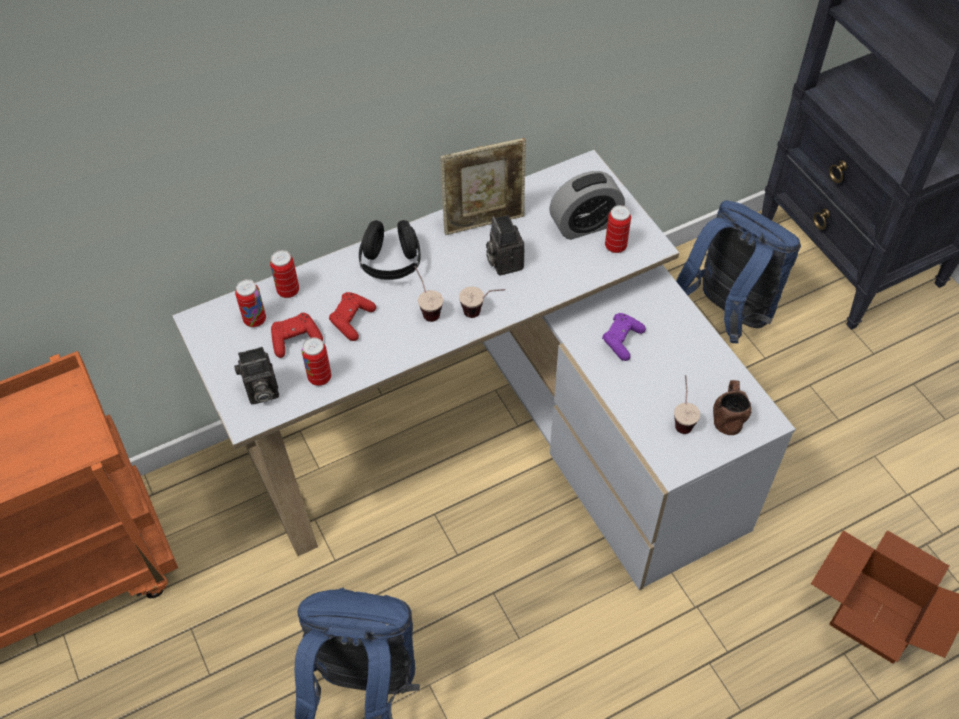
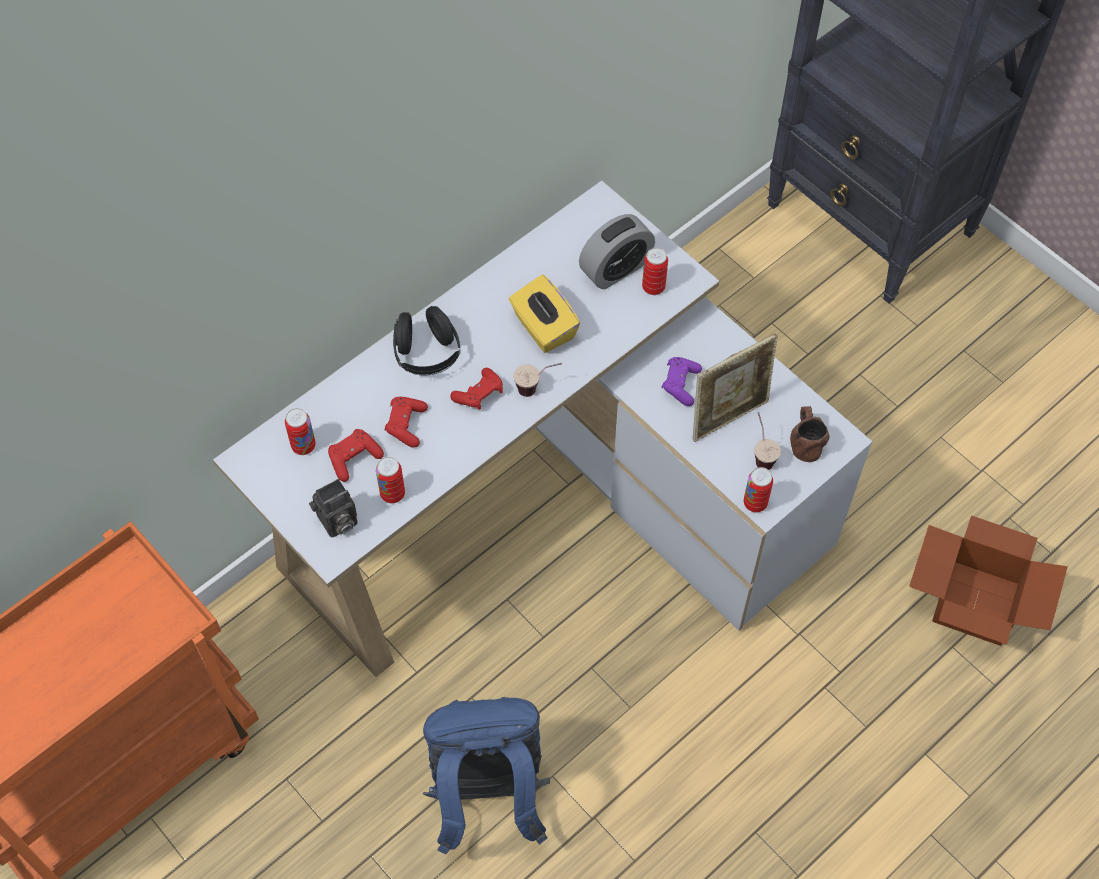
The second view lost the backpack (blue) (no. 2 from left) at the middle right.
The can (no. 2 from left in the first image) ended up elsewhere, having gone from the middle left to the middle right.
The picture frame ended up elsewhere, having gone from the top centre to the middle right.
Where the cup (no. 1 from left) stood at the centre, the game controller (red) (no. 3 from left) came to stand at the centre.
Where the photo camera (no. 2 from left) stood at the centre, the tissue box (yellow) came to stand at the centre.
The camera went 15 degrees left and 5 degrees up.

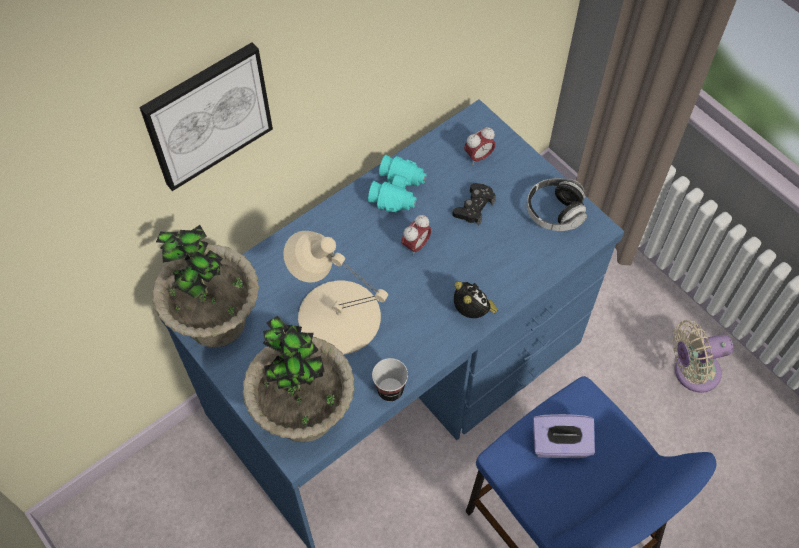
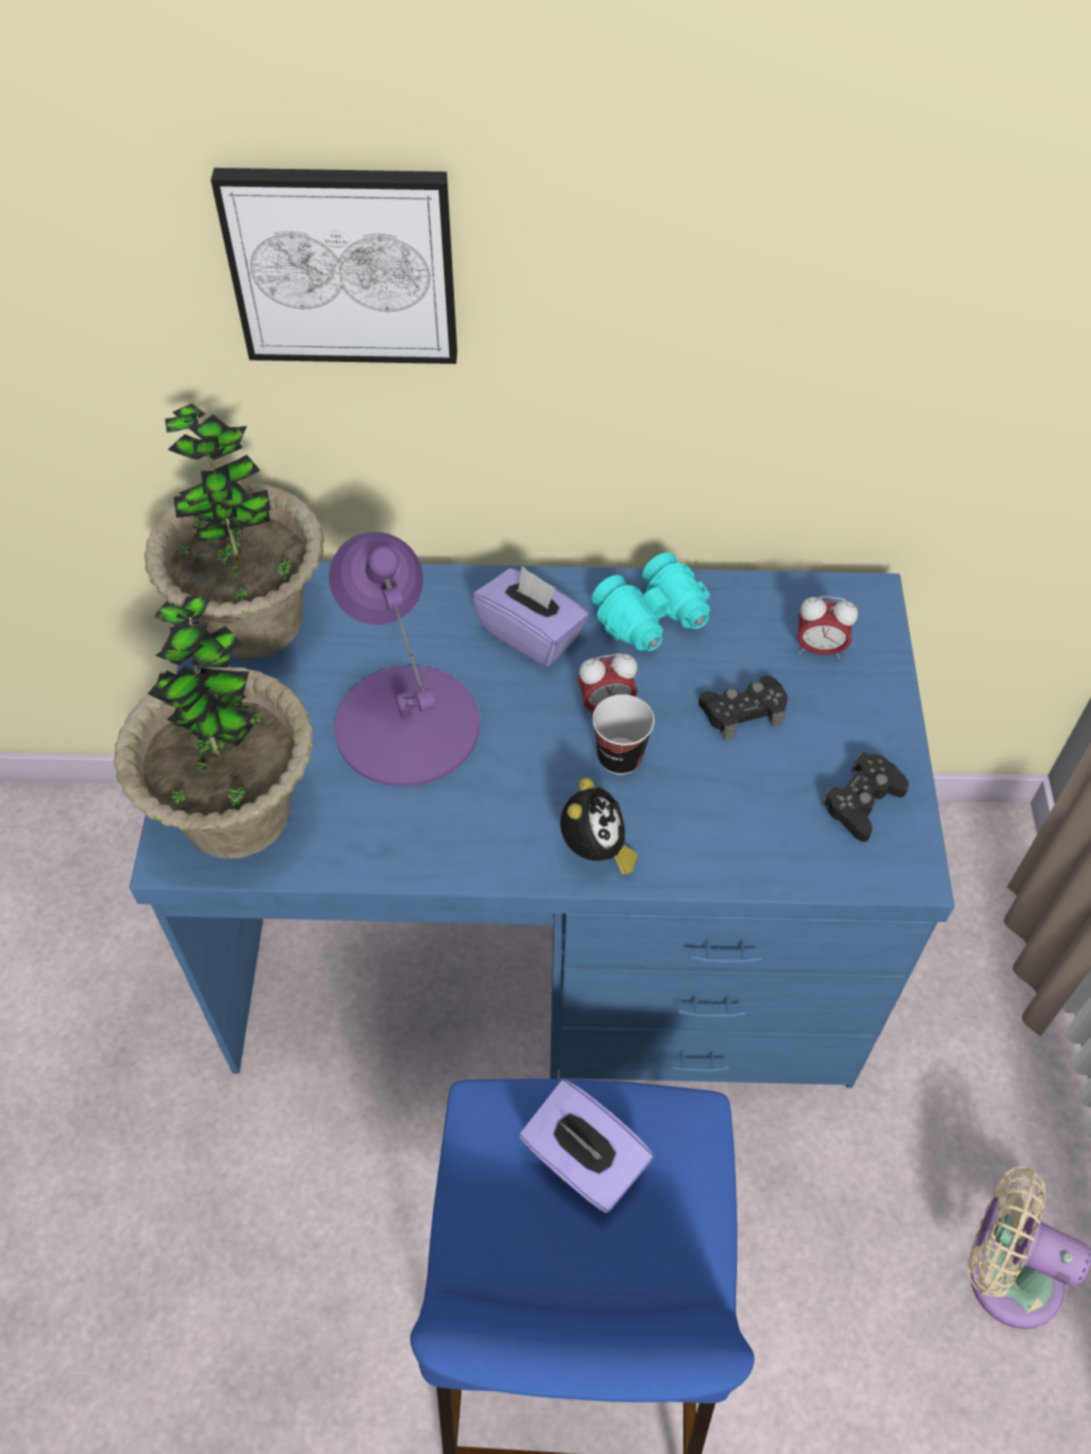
The second view gained the tissue box (purple) (no. 1 from left) at the centre.
The cup ended up elsewhere, having gone from the bottom centre to the centre.
Where the headphones stood at the middle right, the game controller (black) (no. 2 from left) came to stand at the middle right.
What was the table lamp (beige) at the centre turned into the table lamp (purple) at the centre.
The camera went 40 degrees right and 5 degrees down.

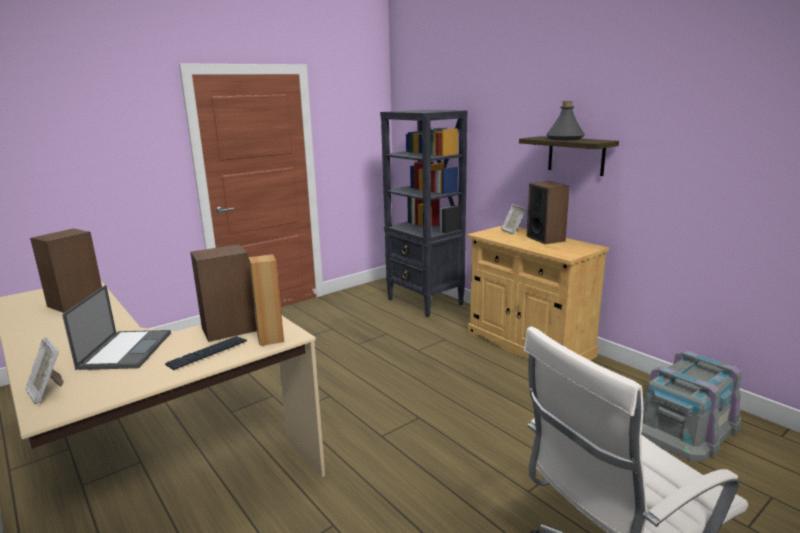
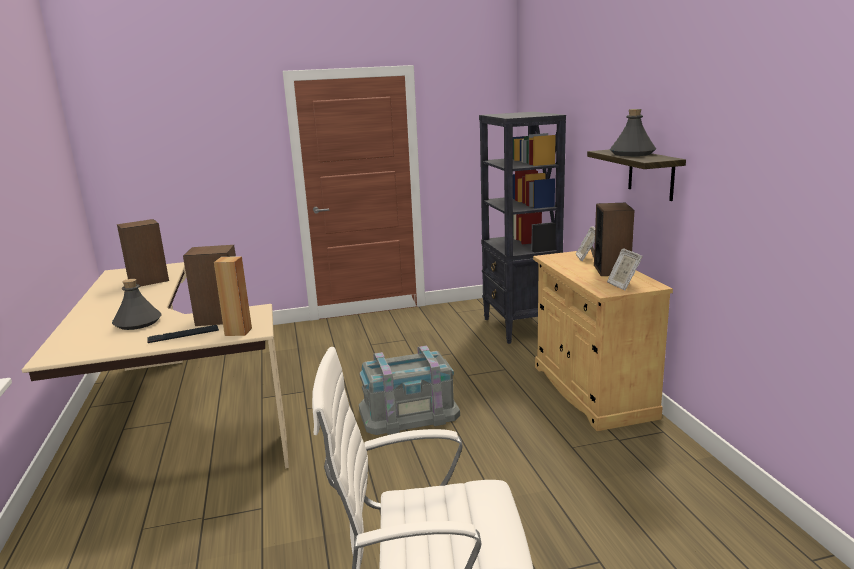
The picture frame (no. 1 from left in the first image) ended up elsewhere, having gone from the bottom left to the middle right.
The storage box (grey) ended up elsewhere, having gone from the bottom right to the bottom centre.
Where the laptop stood at the middle left, the bottle (grey) (no. 1 from left) came to stand at the middle left.
The camera went 25 degrees right and 0 degrees up.

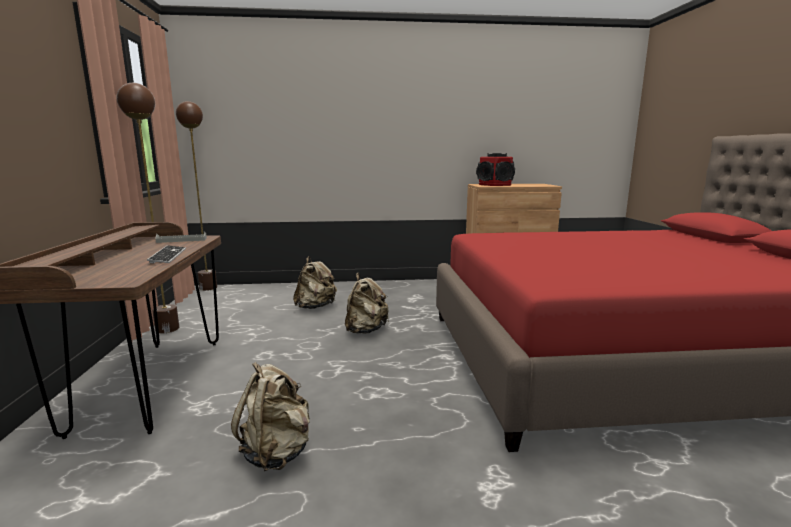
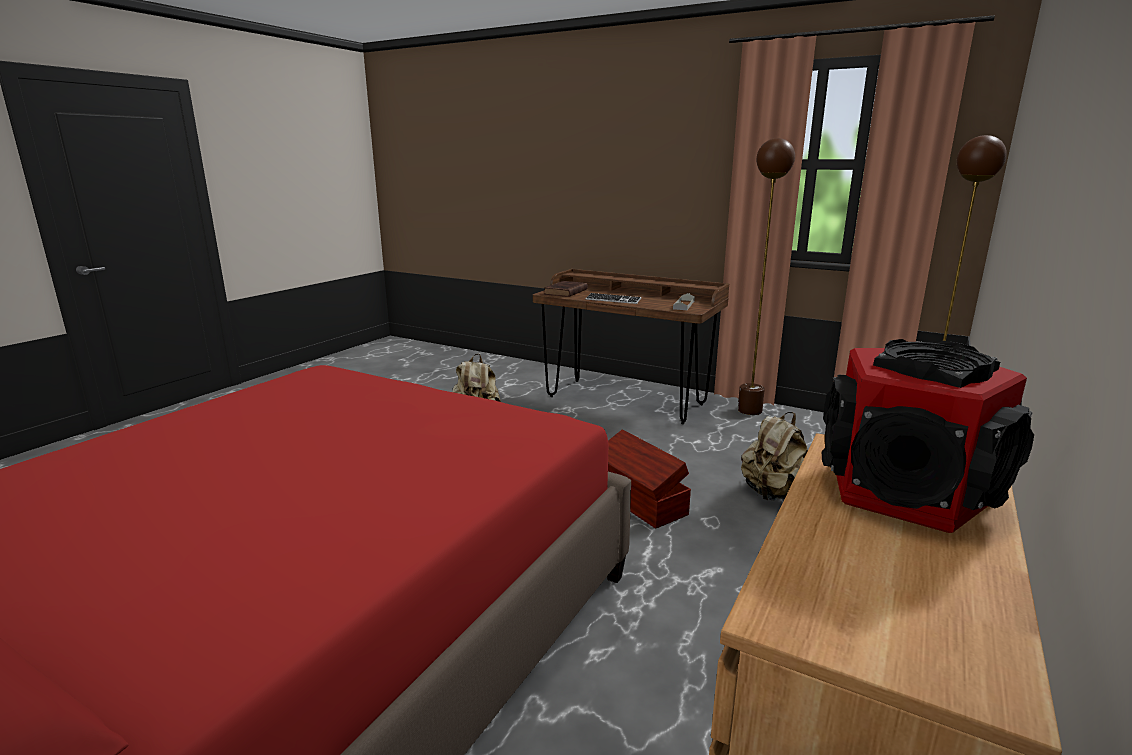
The second view gained the book (brown) at the centre.
Where the backpack (beige) (no. 3 from left) stood at the centre, the storage box (brown) came to stand at the centre.
The camera went 125 degrees right and 5 degrees up.

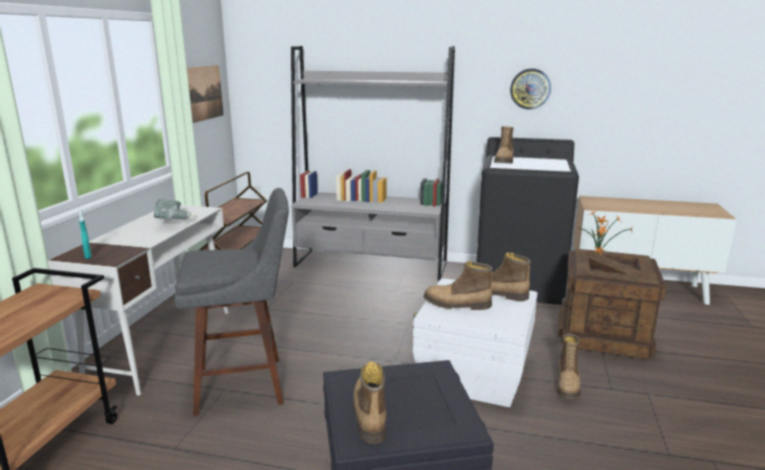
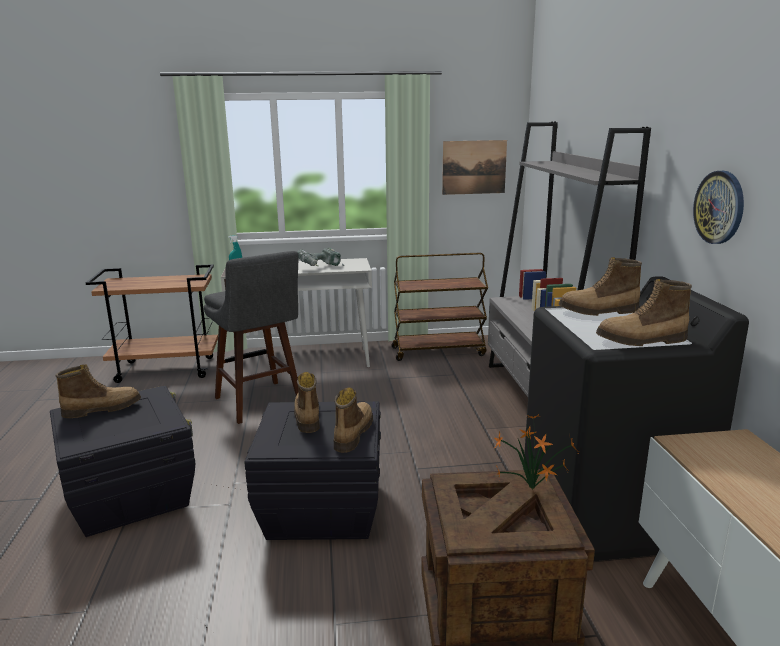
The boot (no. 5 from left) ended up elsewhere, having gone from the bottom right to the middle right.
What was the storage box (white) at the bottom centre turned into the storage box (black) (no. 2 from left) at the bottom centre.
The camera went 70 degrees right and 0 degrees up.

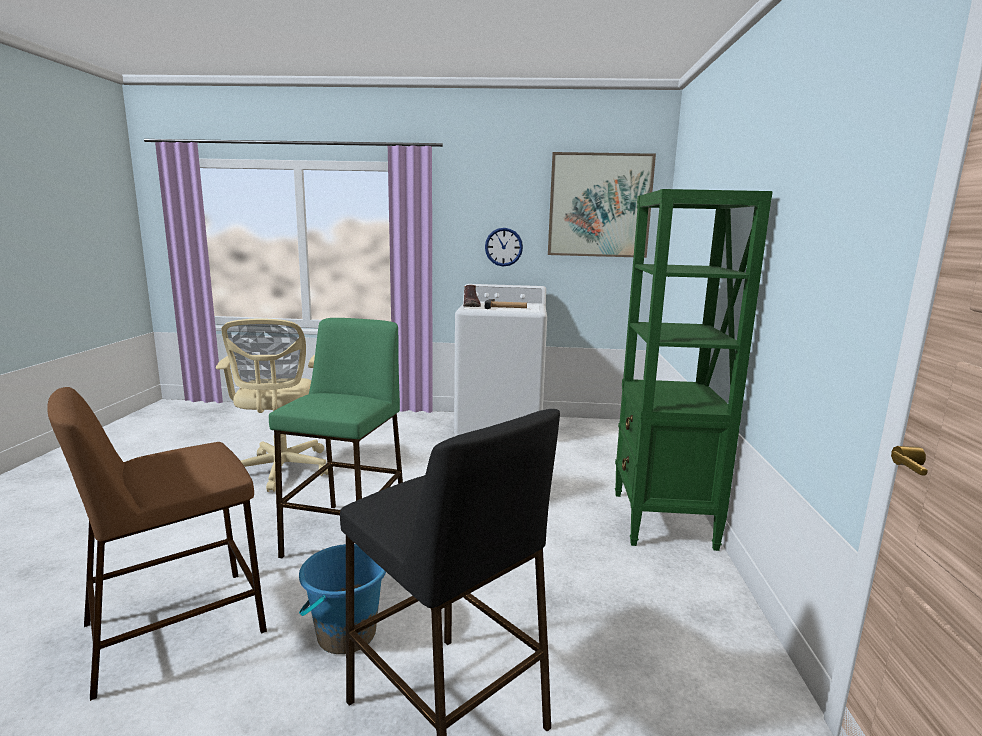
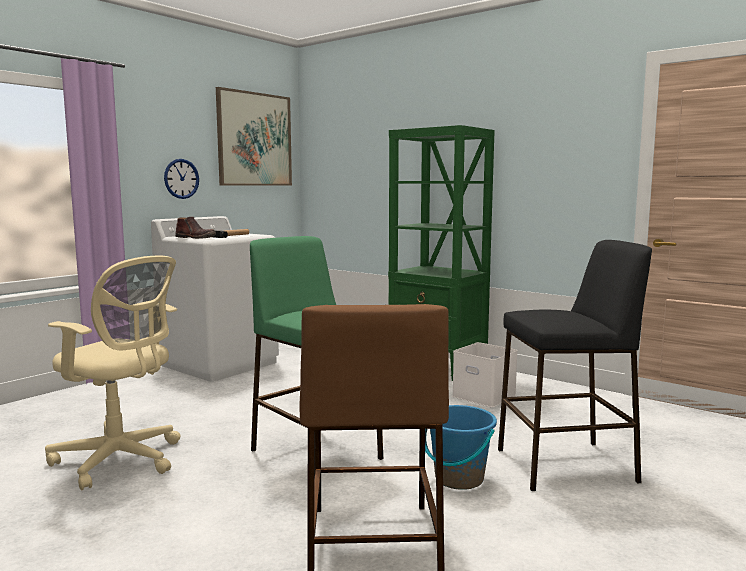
The second view gained the storage box (white) at the centre.
The camera went 55 degrees left and 5 degrees down.

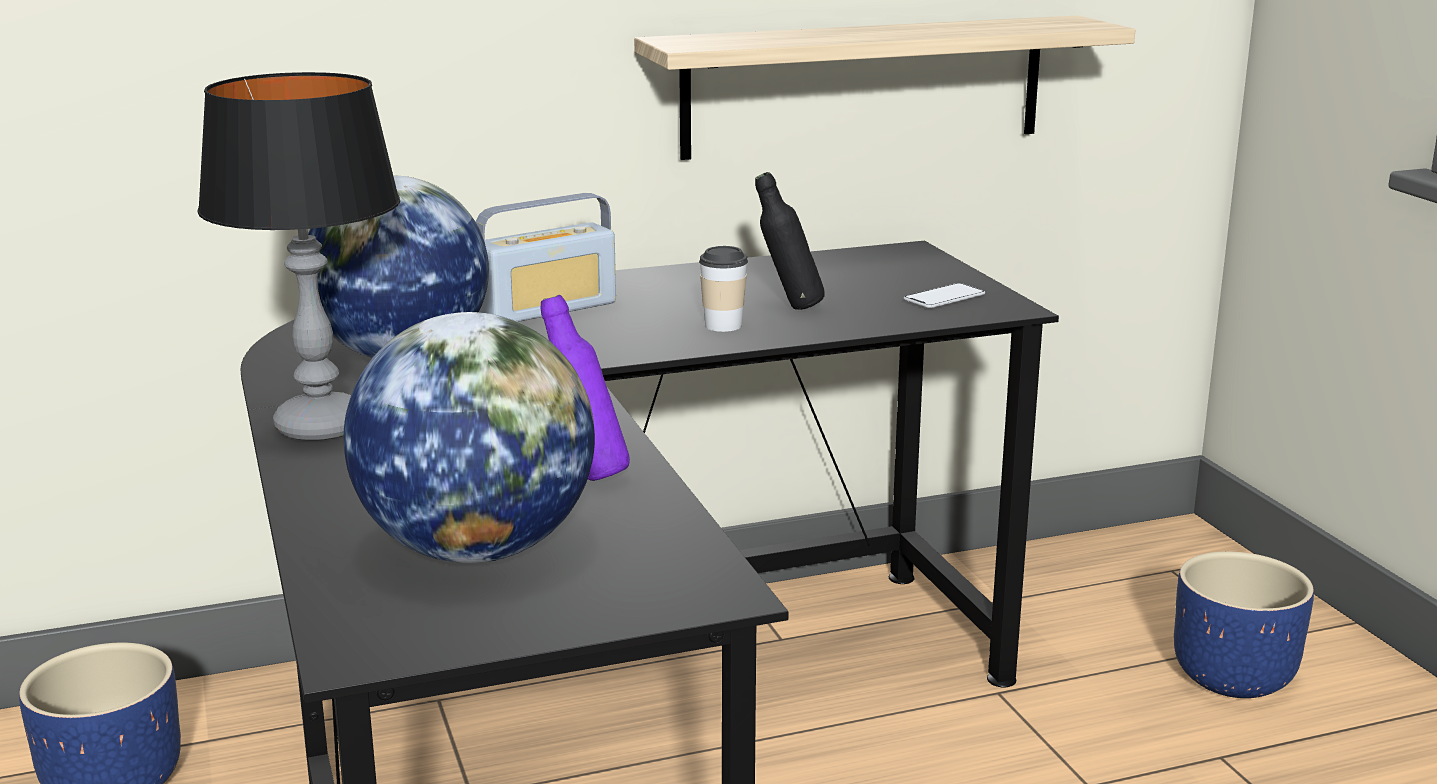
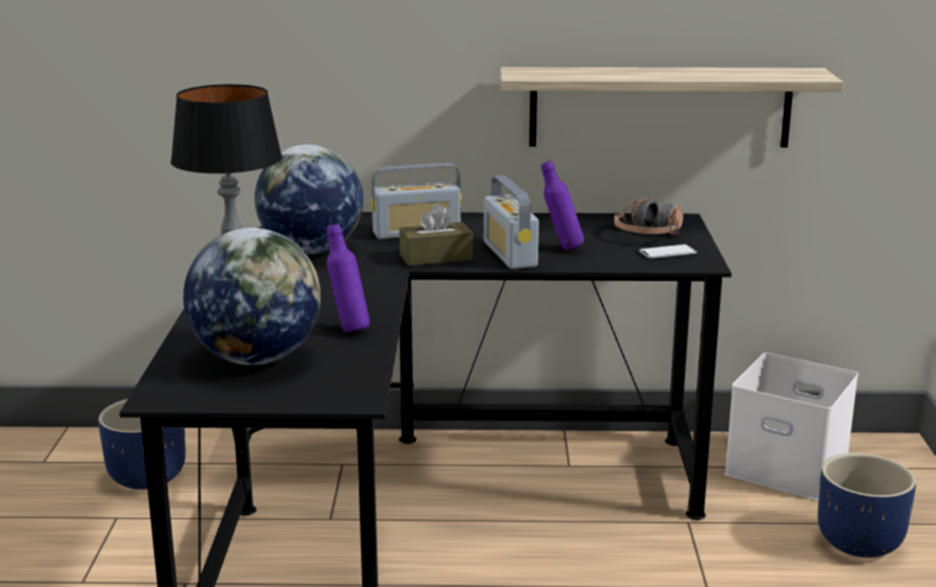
The second view gained the tissue box (brown) at the centre.
The second view gained the headphones at the middle right.
The second view gained the storage box (white) at the bottom right.
Where the cup stood at the centre, the radio (no. 2 from left) came to stand at the centre.
What was the bottle (black) at the top centre turned into the bottle (purple) (no. 2 from left) at the centre.
The camera went 20 degrees right and 0 degrees up.

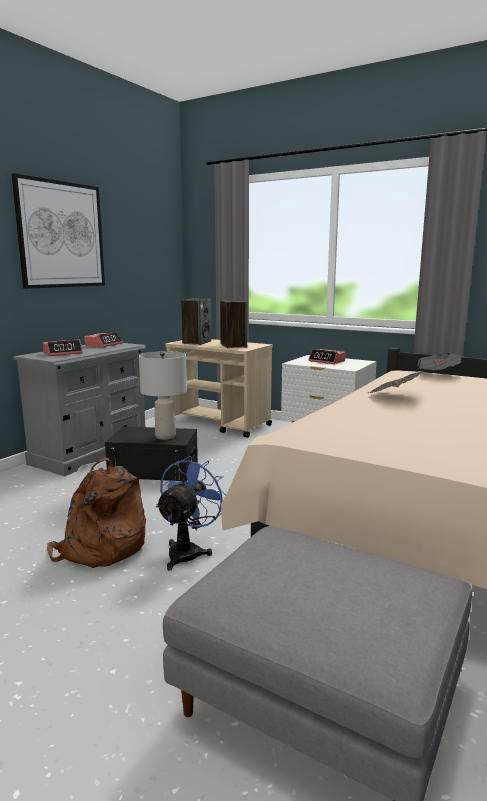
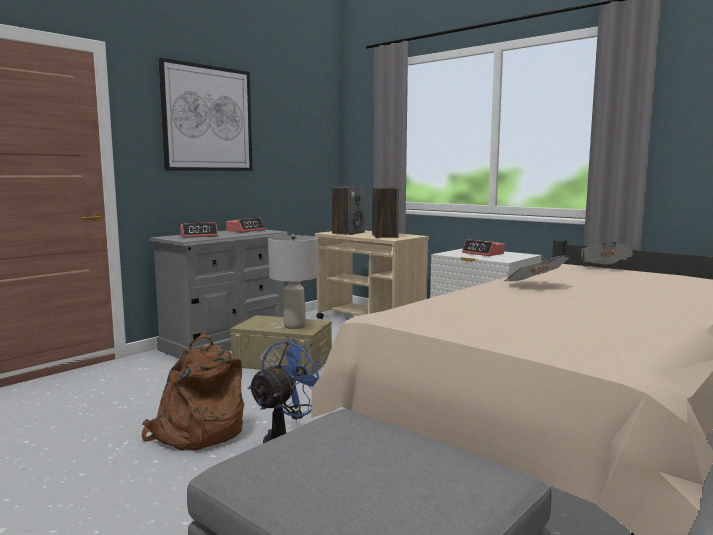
What was the storage box (black) at the middle left turned into the storage box (beige) at the centre.
The camera went 10 degrees right and 5 degrees down.

